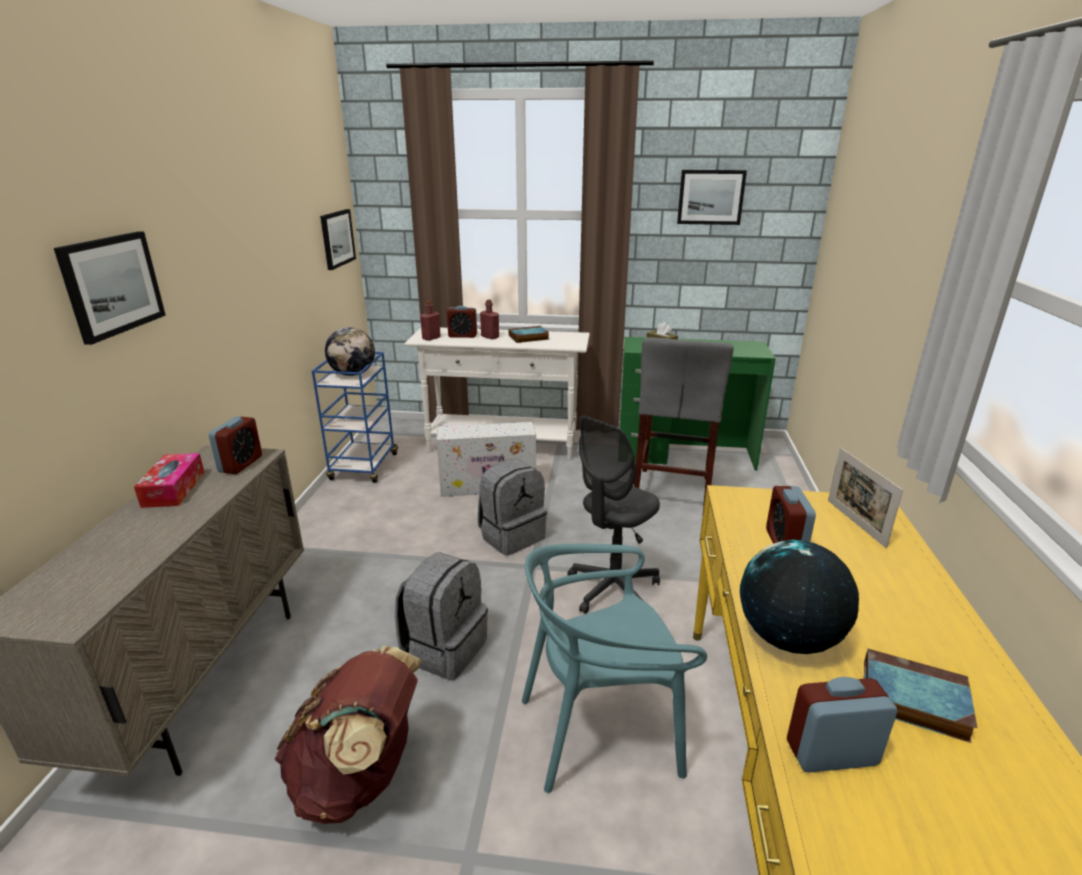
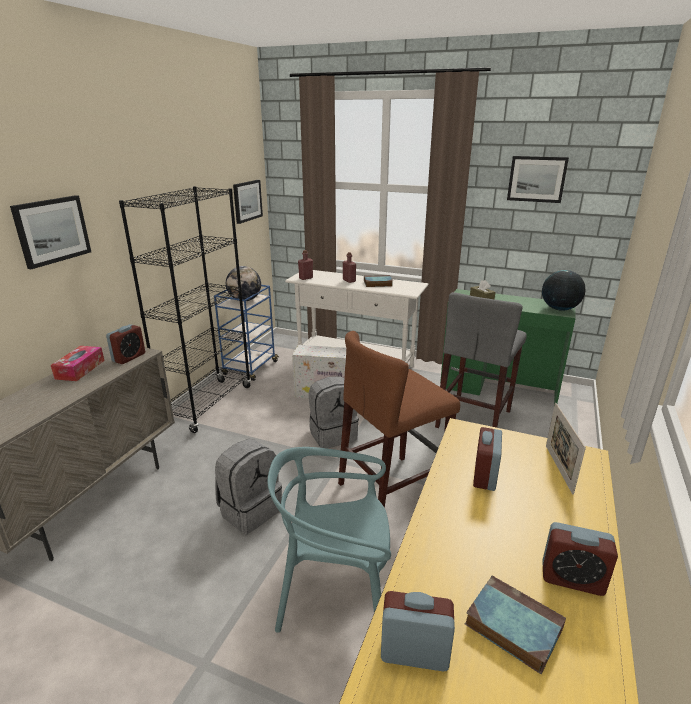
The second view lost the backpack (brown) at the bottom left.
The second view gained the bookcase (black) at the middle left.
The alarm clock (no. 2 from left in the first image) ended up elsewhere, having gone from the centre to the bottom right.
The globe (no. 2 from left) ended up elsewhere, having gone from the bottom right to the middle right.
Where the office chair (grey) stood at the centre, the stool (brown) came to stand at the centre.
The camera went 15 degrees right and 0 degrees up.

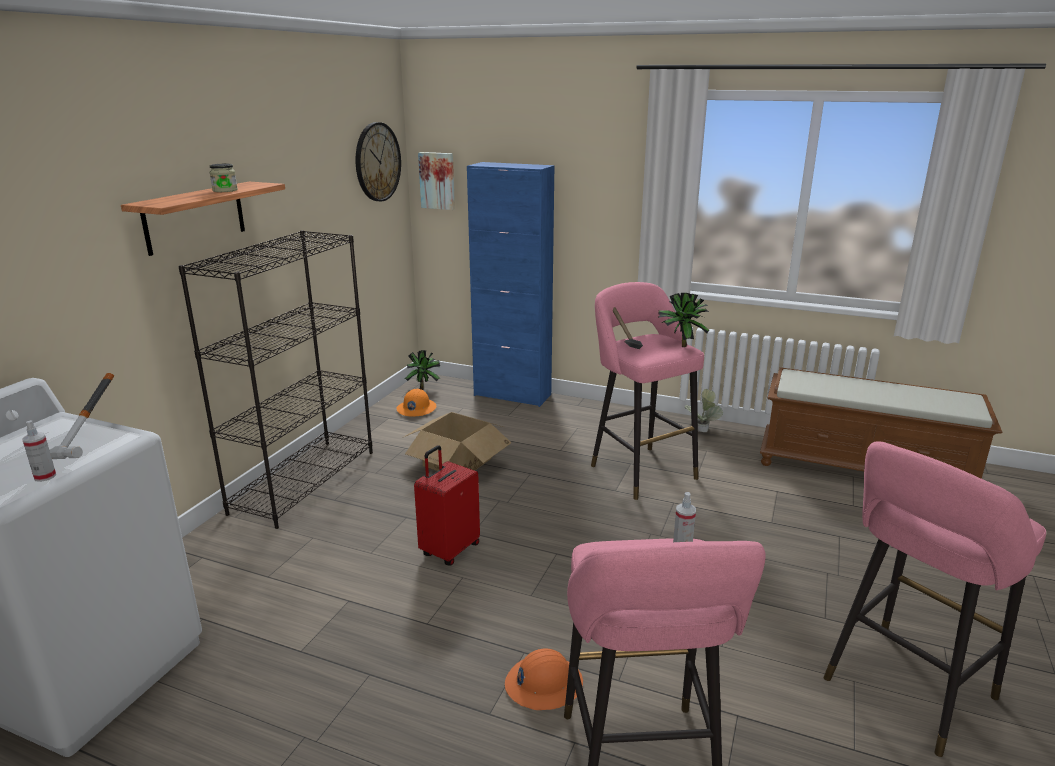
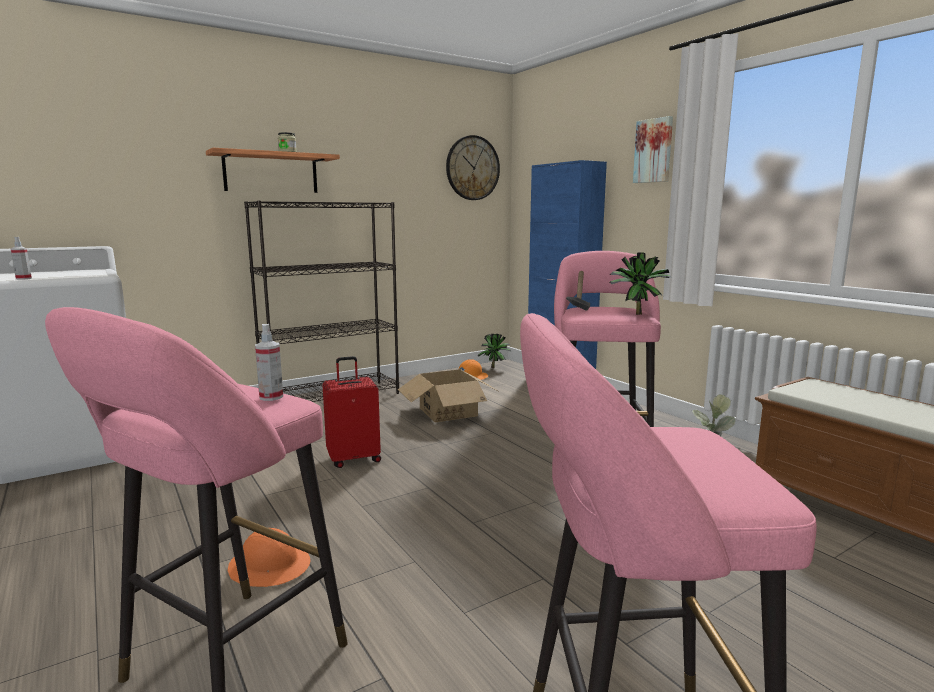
The second view lost the hammer (no. 1 from left) at the middle left.
The picture ended up elsewhere, having gone from the top centre to the top right.
The camera went 35 degrees right and 10 degrees down.

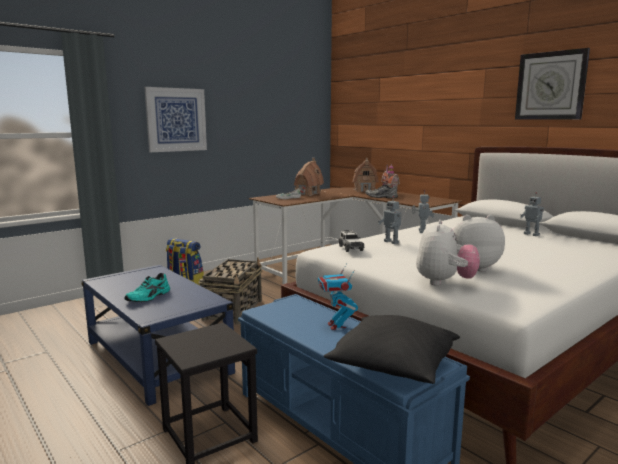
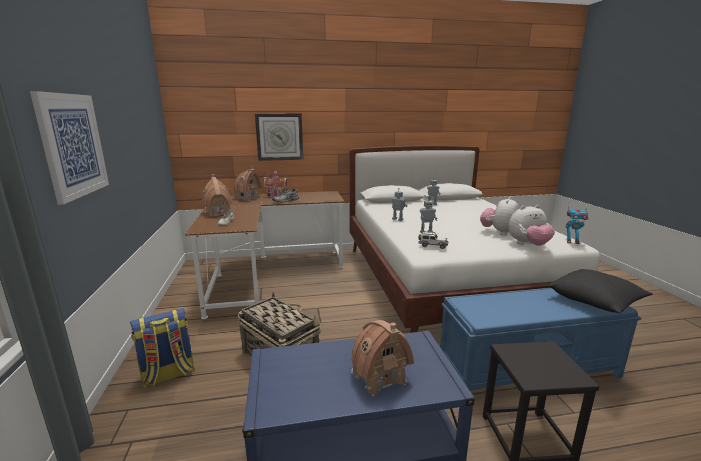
The toy robot (no. 1 from left in the first image) ended up elsewhere, having gone from the centre to the middle right.
The wall clock ended up elsewhere, having gone from the top right to the top centre.
Where the shoe (turquoise) stood at the middle left, the toy house (no. 4 from left) came to stand at the bottom centre.
The plush toy (no. 1 from left in the first image) at the middle right ended up facing another way, 120 degrees clockwise from before.
The camera went 60 degrees left and 5 degrees up.

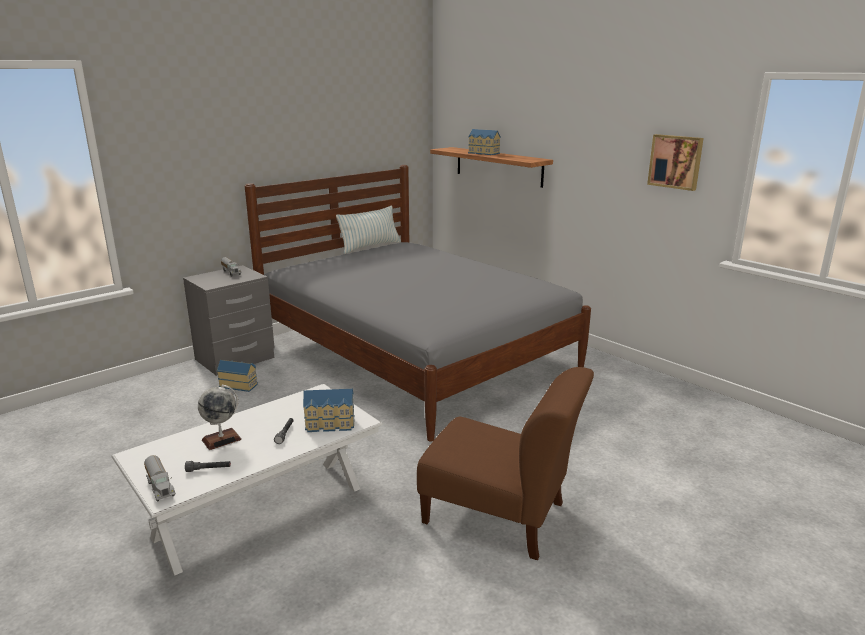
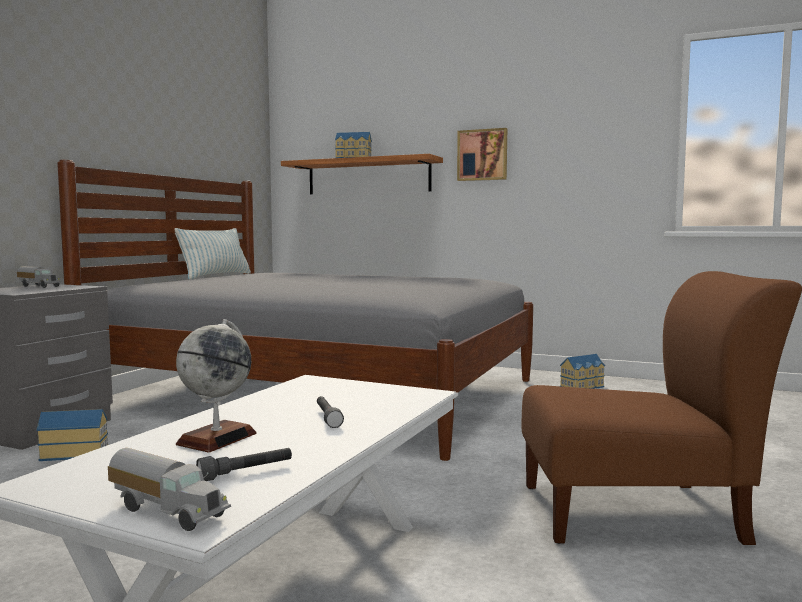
The toy house (no. 2 from left in the first image) ended up elsewhere, having gone from the centre to the middle right.
The picture ended up elsewhere, having gone from the top right to the top centre.
The camera went 25 degrees left and 15 degrees down.

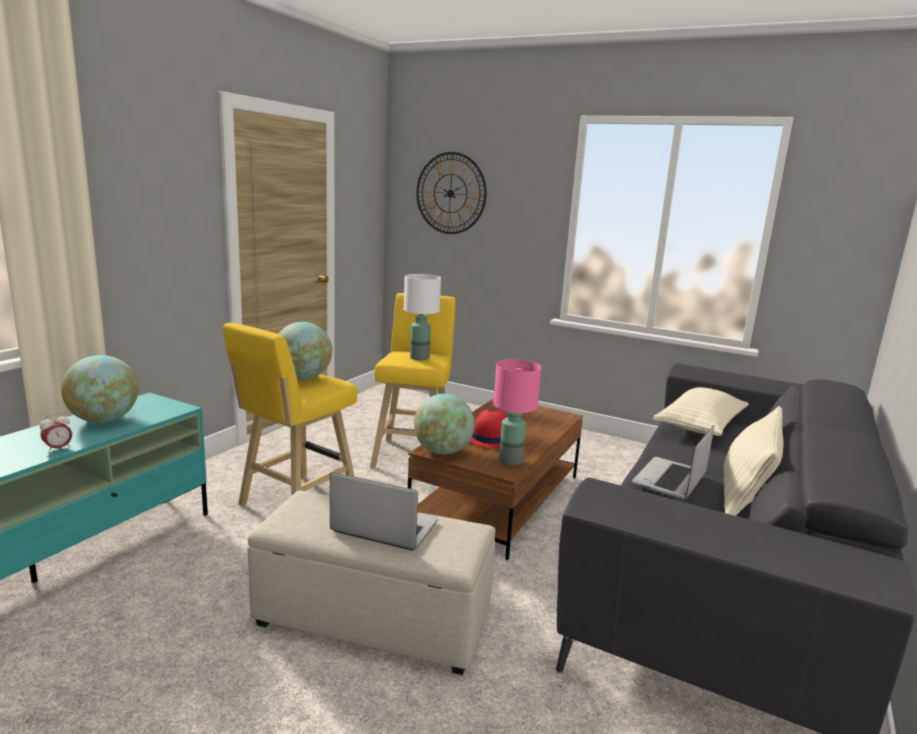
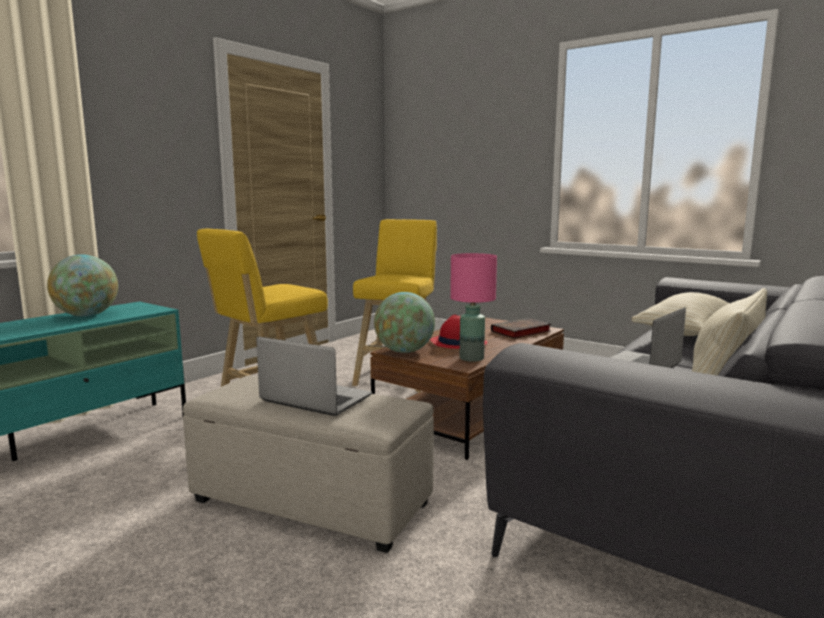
The second view lost the alarm clock at the middle left.
The second view lost the globe (no. 2 from left) at the middle left.
The second view lost the table lamp (white) at the centre.
The second view lost the wall clock at the top centre.
The second view gained the book at the centre.
The camera went 10 degrees right and 5 degrees down.

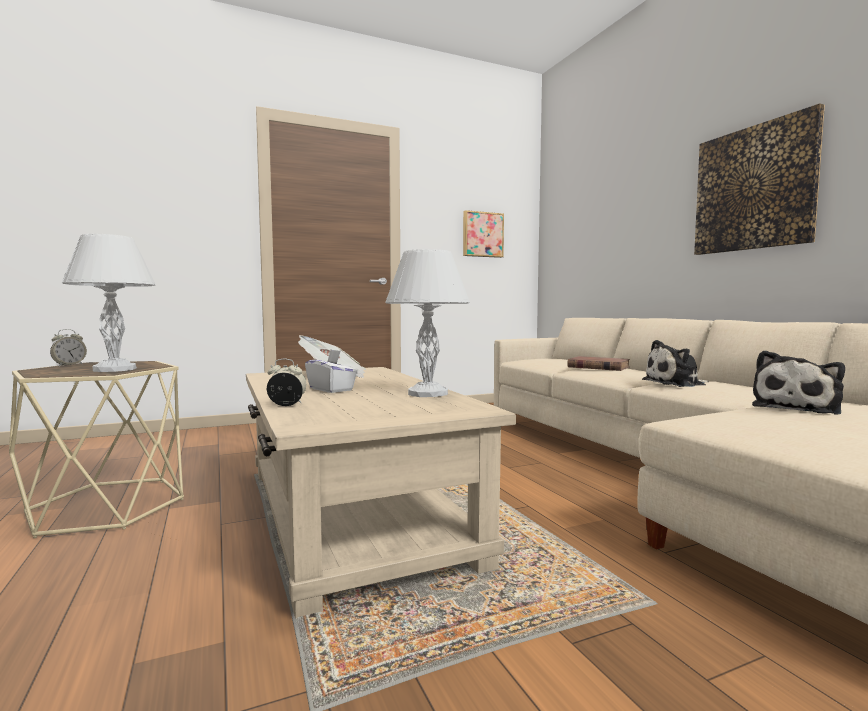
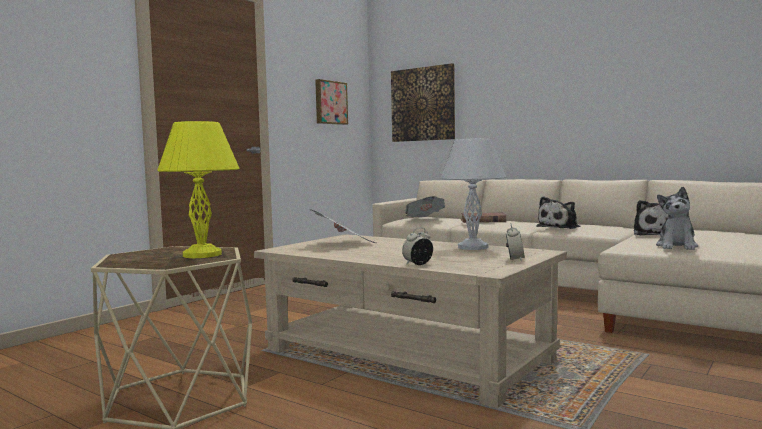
The second view lost the tissue box (white) at the centre.
The second view gained the newspaper (no. 2 from left) at the centre.
The second view gained the plush toy (no. 3 from left) at the middle right.
The alarm clock (no. 1 from left in the first image) ended up elsewhere, having gone from the middle left to the middle right.
The picture (no. 2 from left) ended up elsewhere, having gone from the top right to the top centre.
What was the table lamp (white) (no. 1 from left) at the middle left turned into the table lamp (yellow) at the middle left.
The camera went 30 degrees left and 0 degrees up.

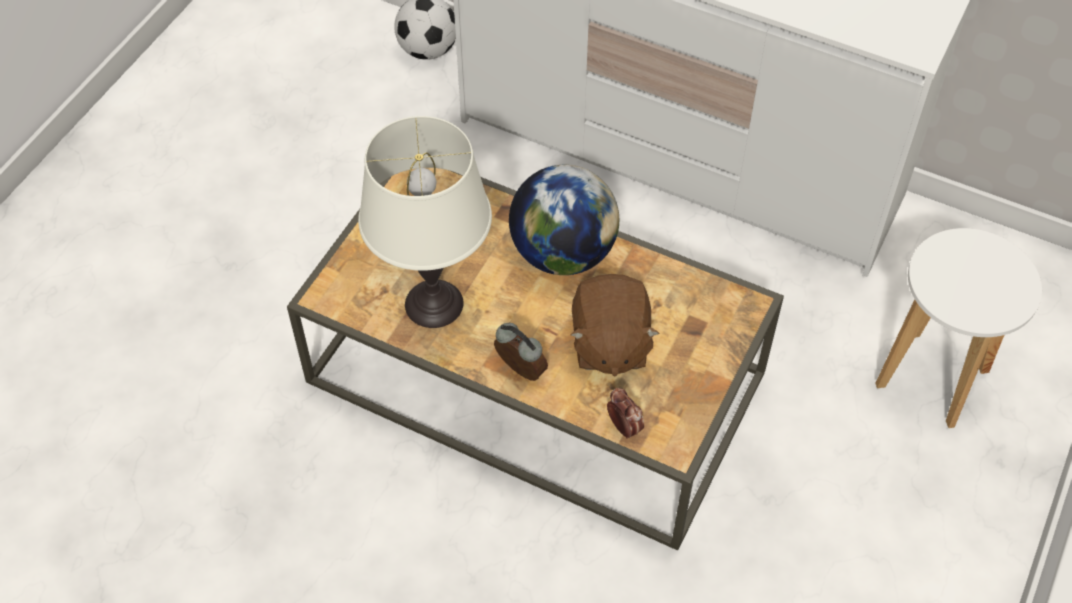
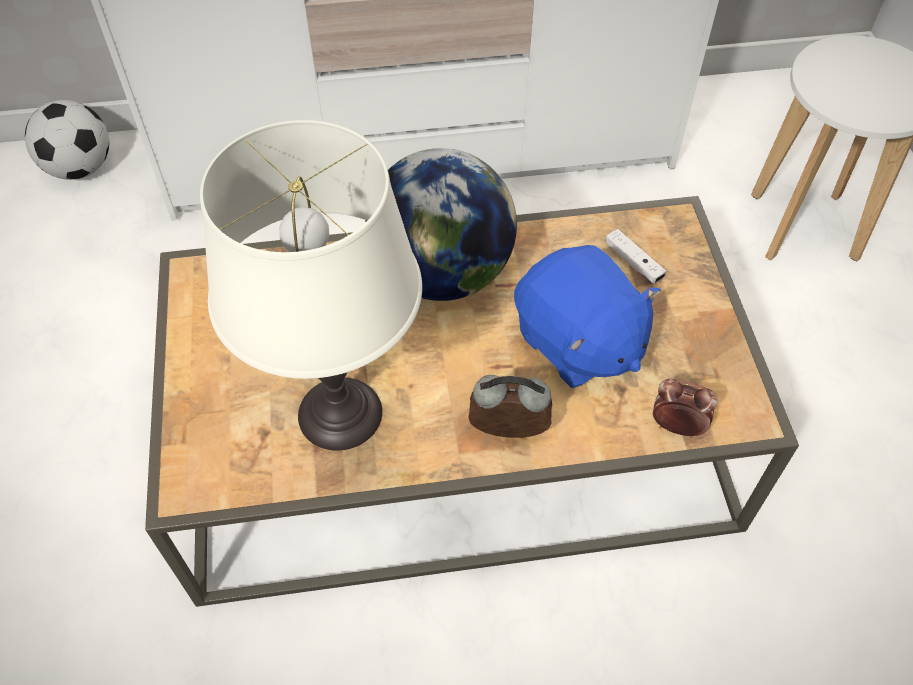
The second view gained the game controller (white) at the middle right.
What was the plush toy (brown) at the centre turned into the plush toy (blue) at the centre.
The camera went 35 degrees left and 0 degrees up.

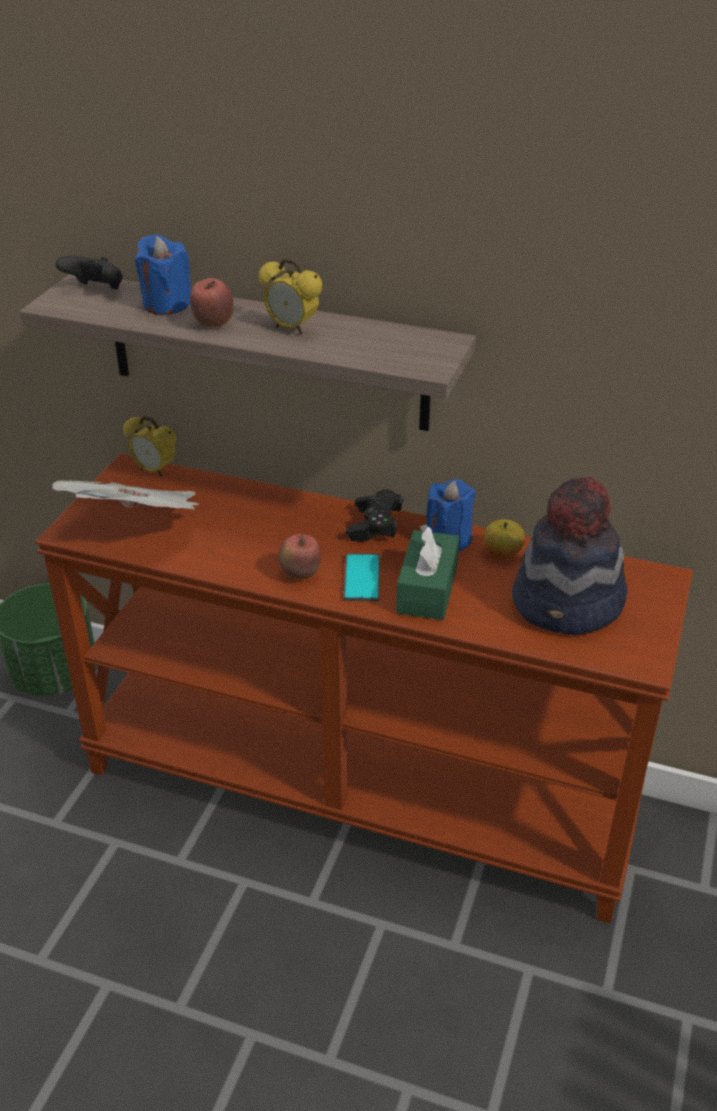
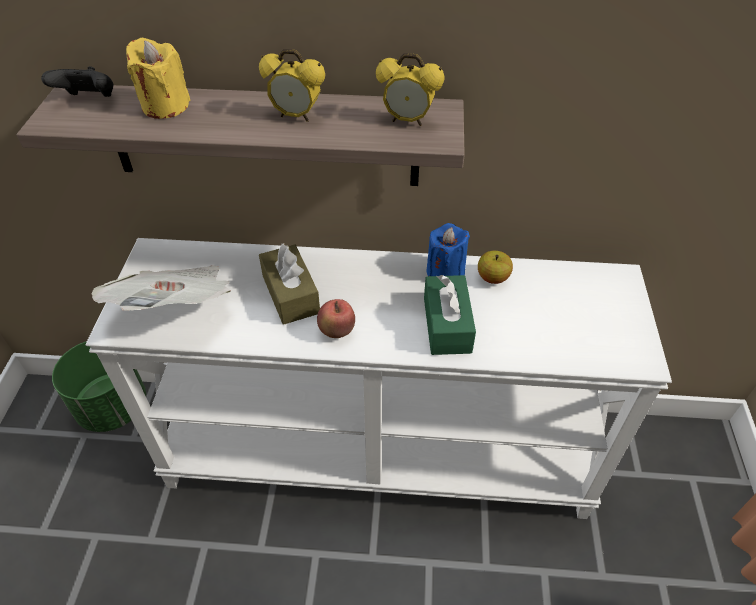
The second view lost the apple (no. 1 from left) at the top left.
The second view lost the phone at the centre.
The second view lost the game controller (black) (no. 2 from left) at the centre.
The second view lost the hat at the middle right.
The second view gained the tissue box (brown) at the centre.
The alarm clock (no. 1 from left in the first image) ended up elsewhere, having gone from the middle left to the top centre.
What was the console table (brown) at the centre turned into the console table (white) at the centre.
What was the candle (blue) (no. 1 from left) at the top left turned into the candle (yellow) at the top left.
The camera went 15 degrees left and 10 degrees up.

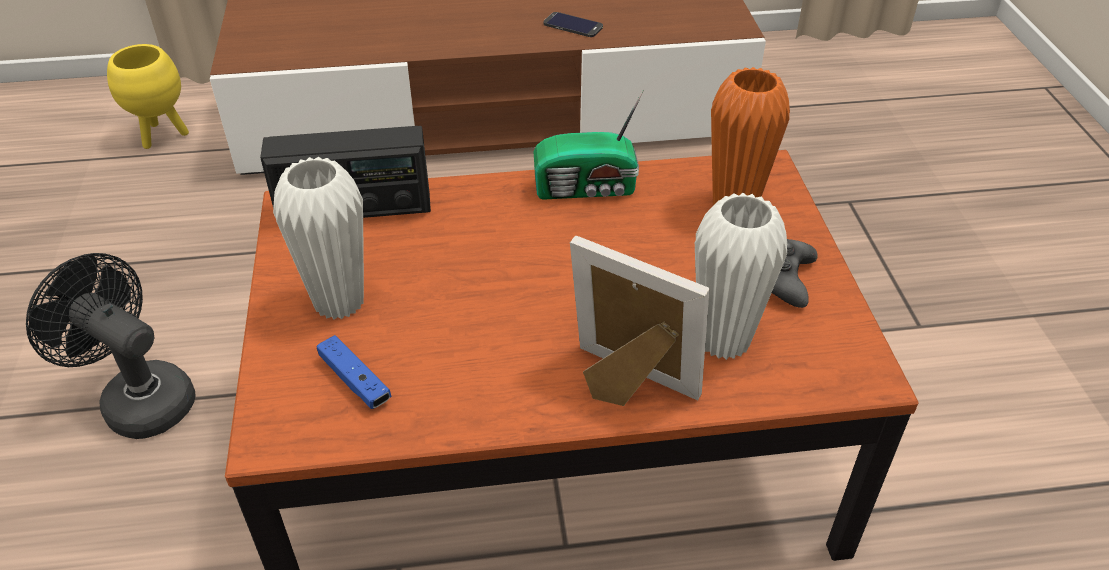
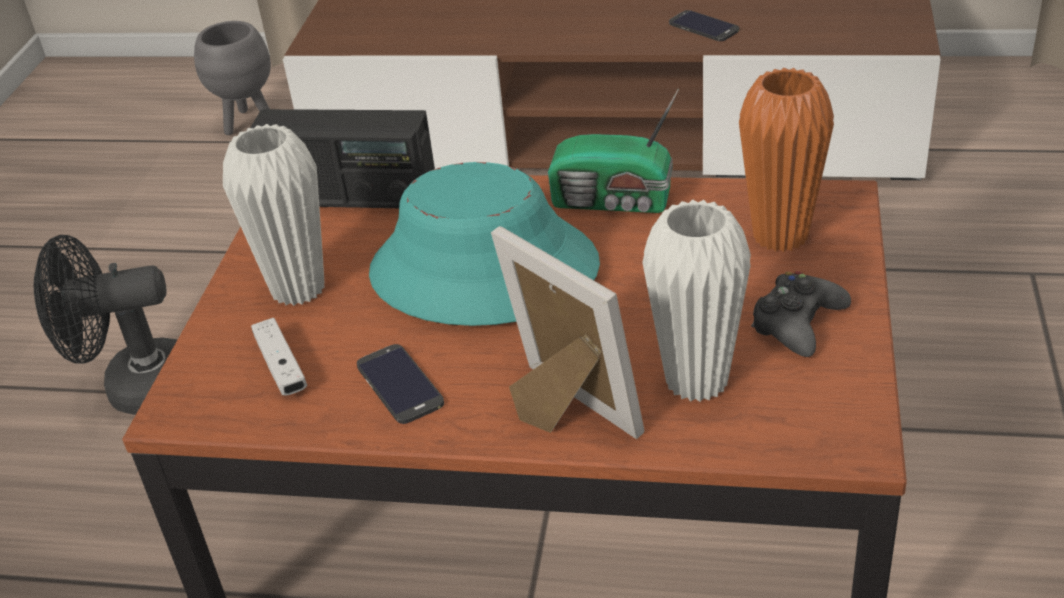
The second view gained the phone (no. 1 from left) at the centre.
The second view gained the hat (turquoise) at the centre.
What was the planter (yellow) at the top left turned into the planter (grey) at the top left.
What was the game controller (blue) at the middle left turned into the game controller (white) at the middle left.
The fan (black) at the middle left ended up facing another way, 60 degrees counterclockwise from before.
The camera went 20 degrees right and 5 degrees down.

